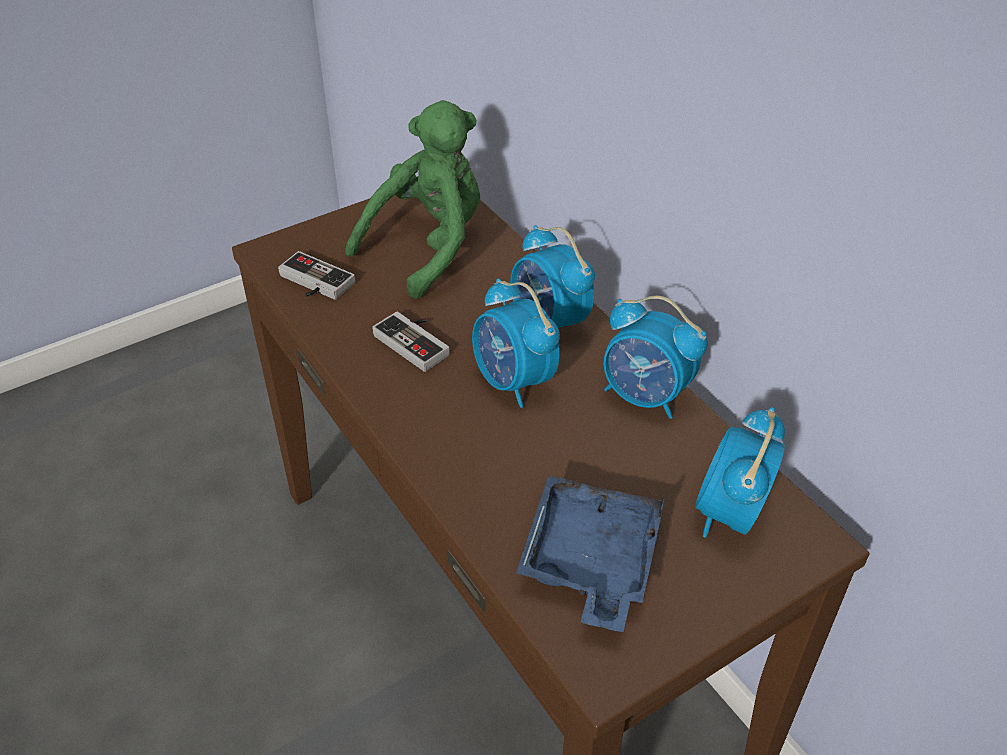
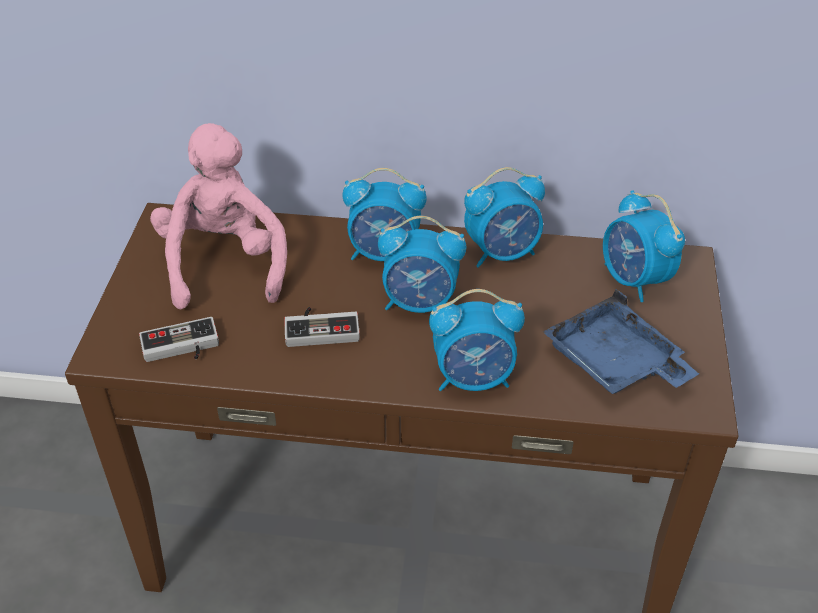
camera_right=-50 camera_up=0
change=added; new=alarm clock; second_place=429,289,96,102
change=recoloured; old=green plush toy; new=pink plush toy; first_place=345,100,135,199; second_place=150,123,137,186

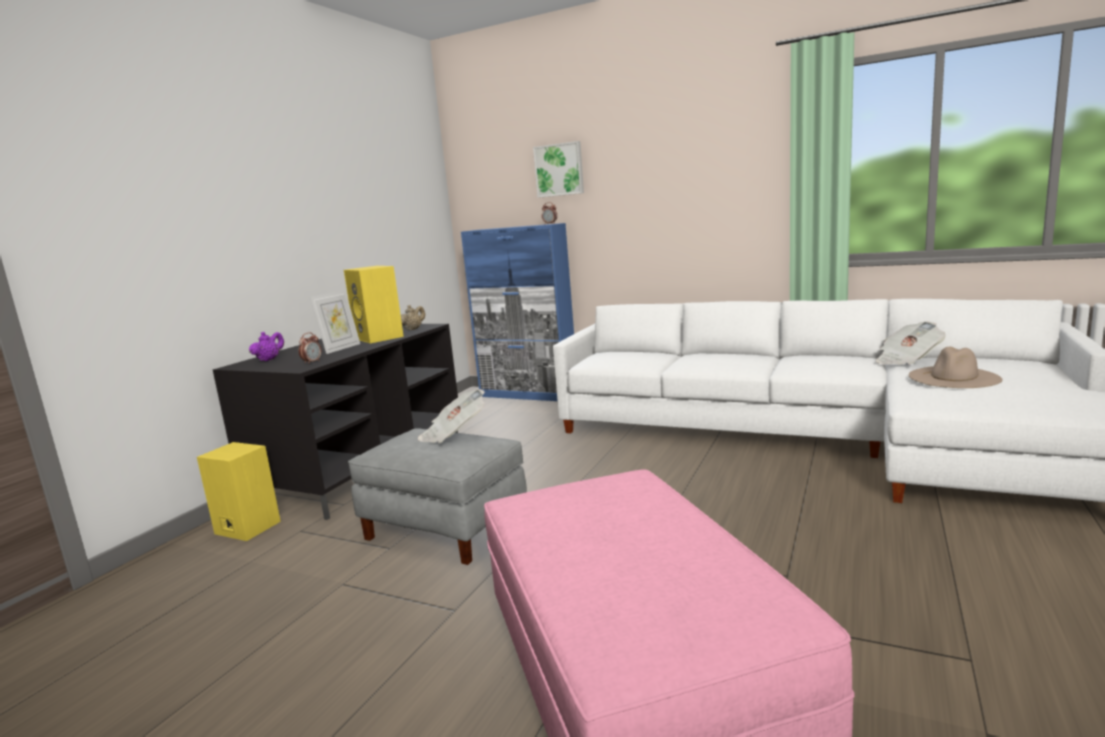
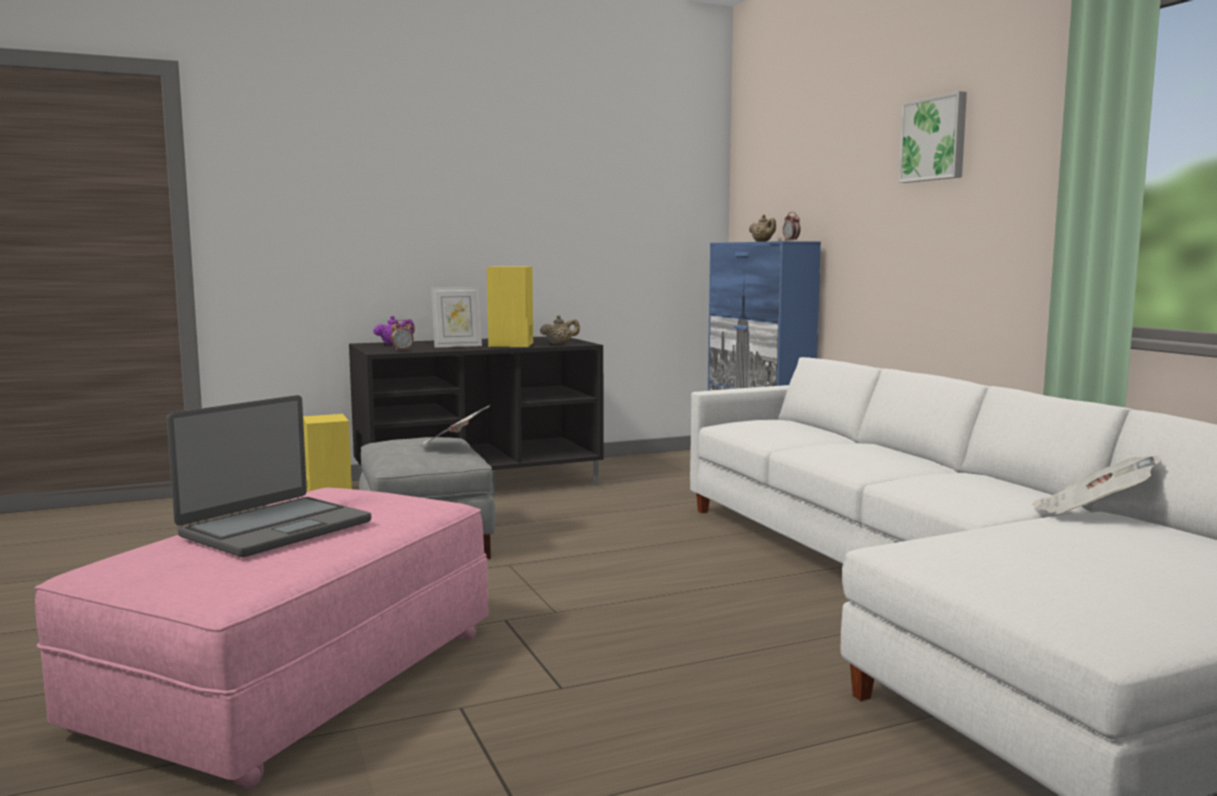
camera_right=40 camera_up=-5
change=removed; old=beige hat; first_place=909,347,94,41
change=added; new=laptop; second_place=167,395,204,162
change=added; new=beige teapot; second_place=749,215,27,27
change=moved; old=picture; first_place=533,141,51,57; second_place=898,91,69,92

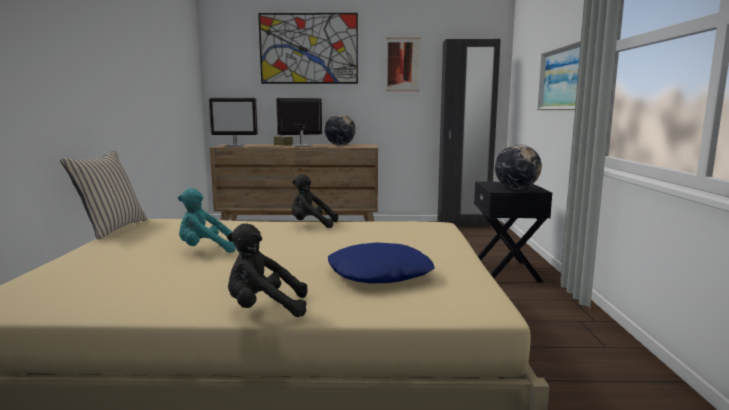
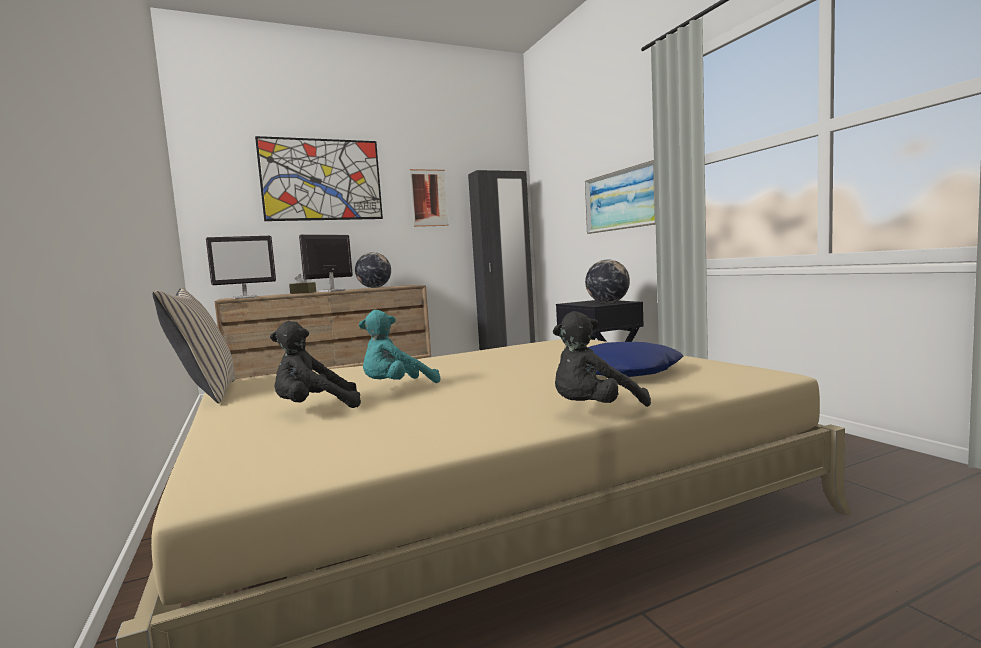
camera_right=-25 camera_up=-5
change=moved; old=black plush toy; first_place=292,174,46,54; second_place=270,321,91,87

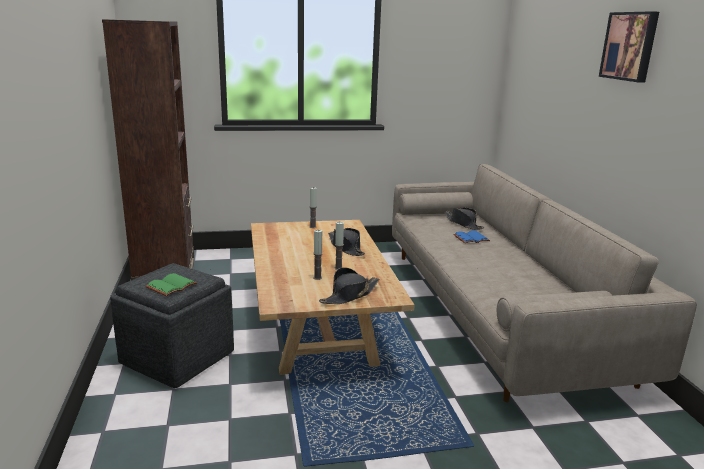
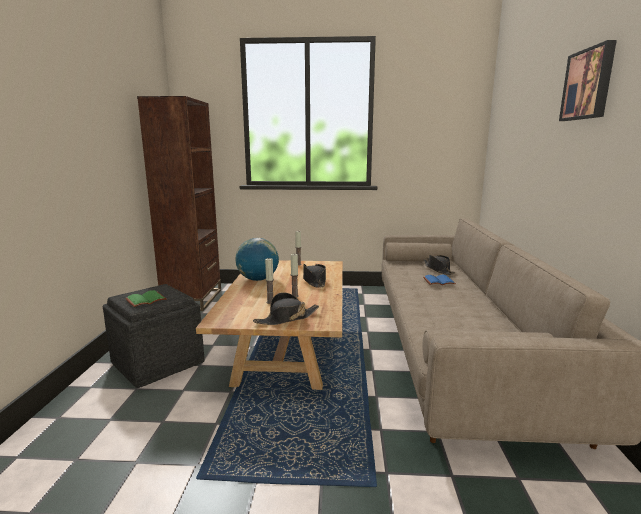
camera_right=15 camera_up=-5
change=added; new=globe; second_place=236,238,43,43

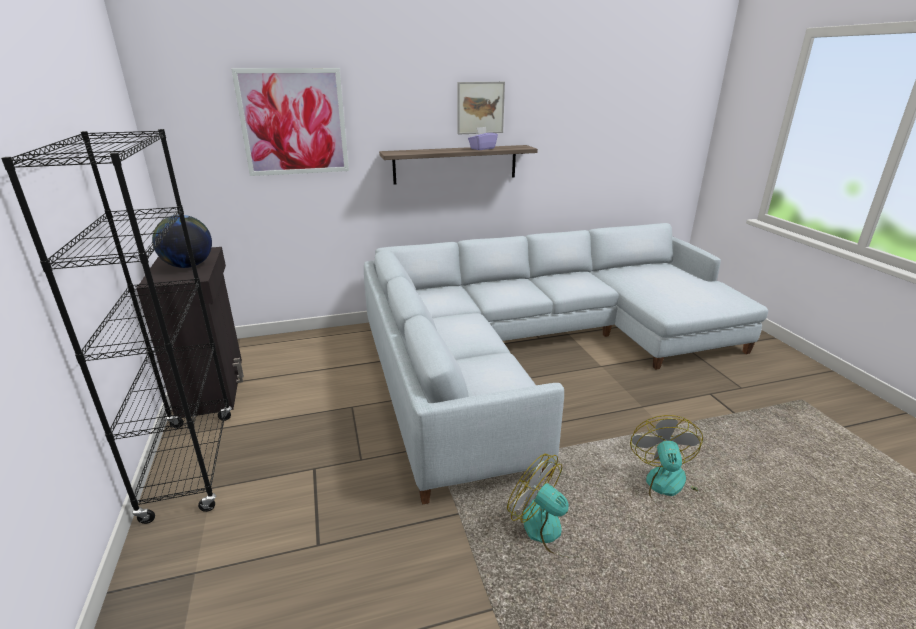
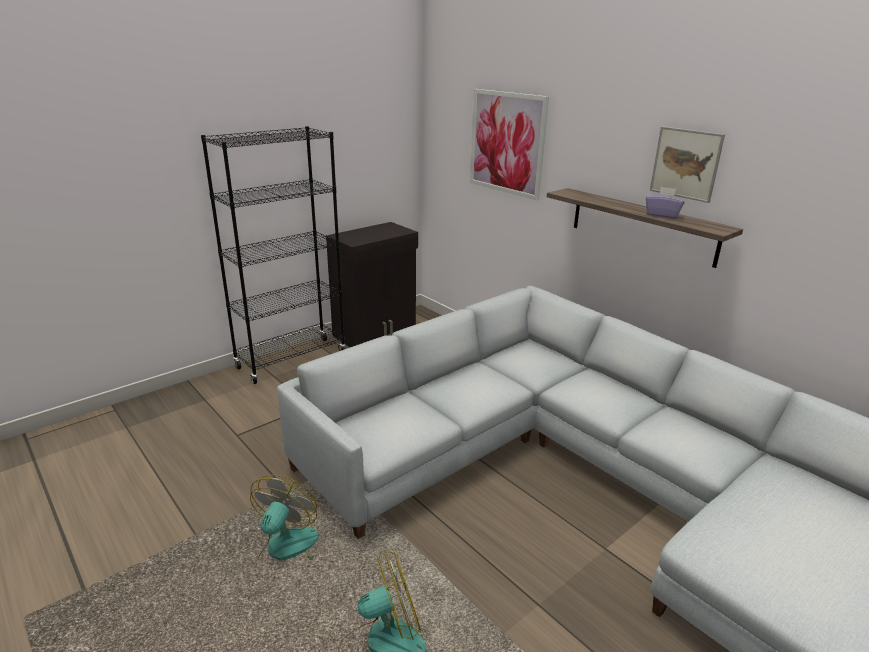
camera_right=65 camera_up=0
change=removed; old=globe; first_place=152,215,60,53

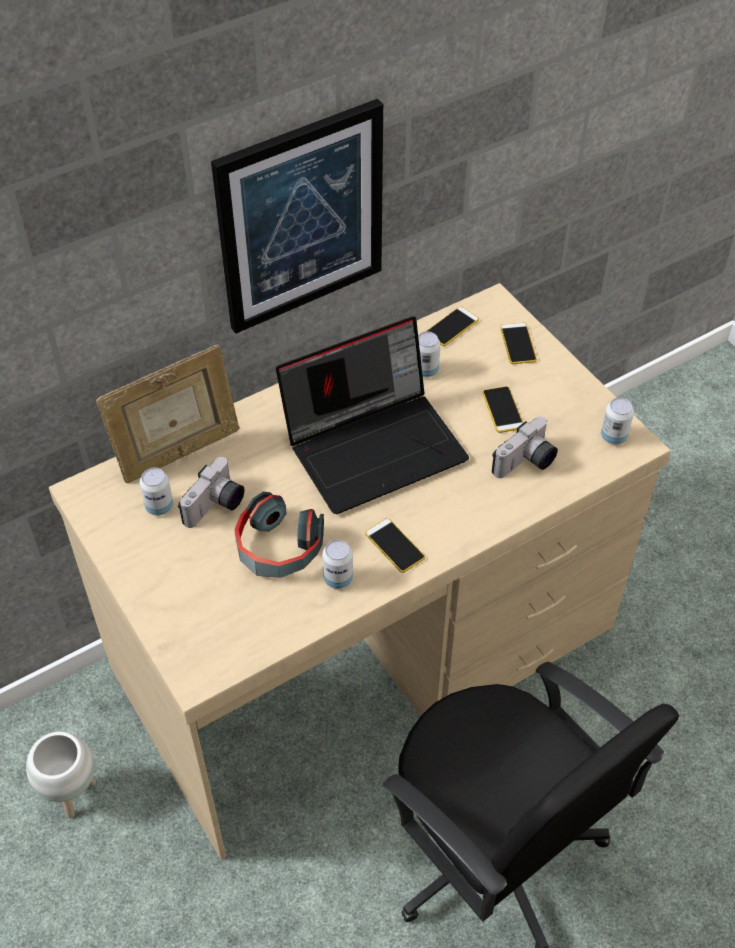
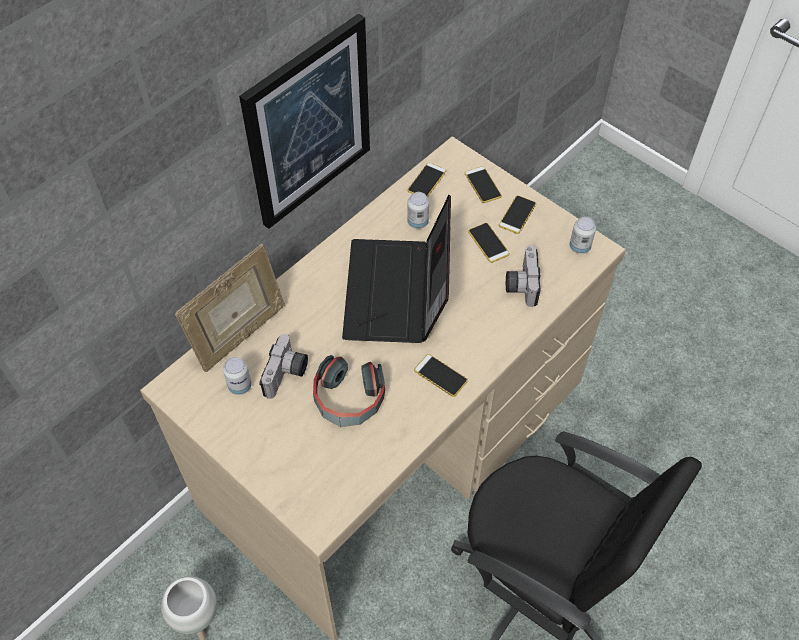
camera_right=-15 camera_up=5
change=removed; old=can; first_place=322,540,31,49
change=added; new=phone; second_place=499,195,37,39
change=turned; old=laptop; first_place=276,317,193,197; second_place=342,195,109,148; degrees=135
change=turned; old=photo camera; first_place=492,417,66,61; second_place=506,245,35,62; degrees=150

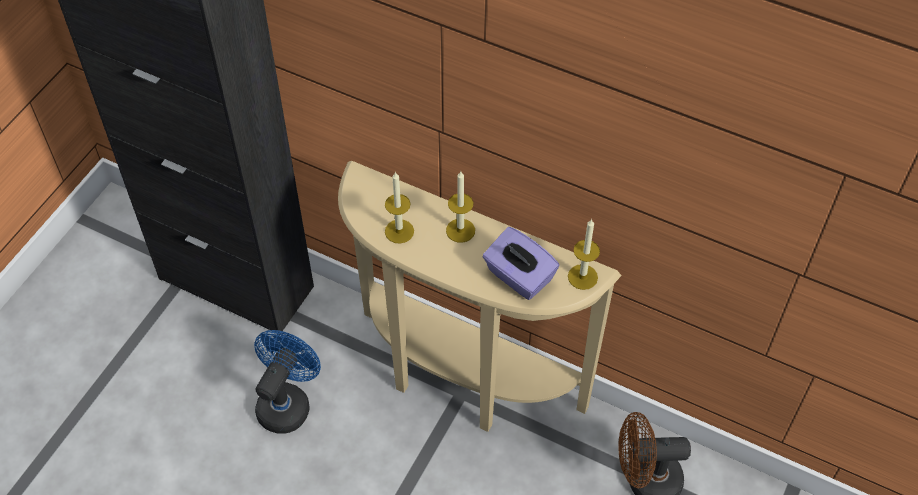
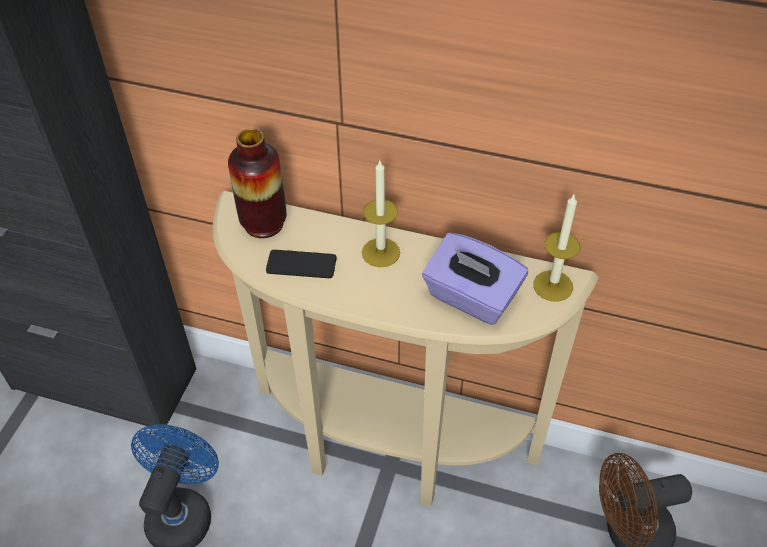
camera_right=-10 camera_up=-5
change=added; new=vase; second_place=228,129,58,109
change=replaced; old=candle; new=phone; first_place=385,171,29,73; second_place=266,250,70,28

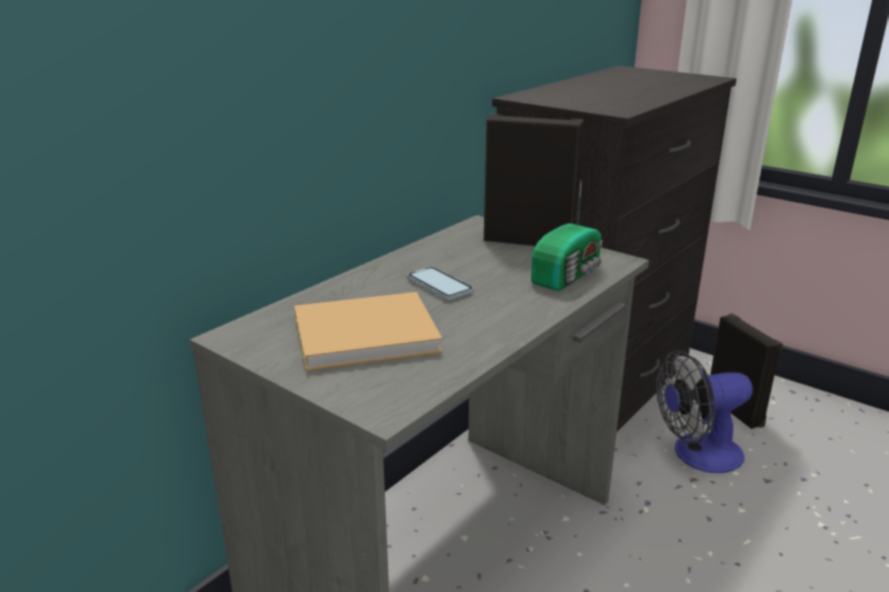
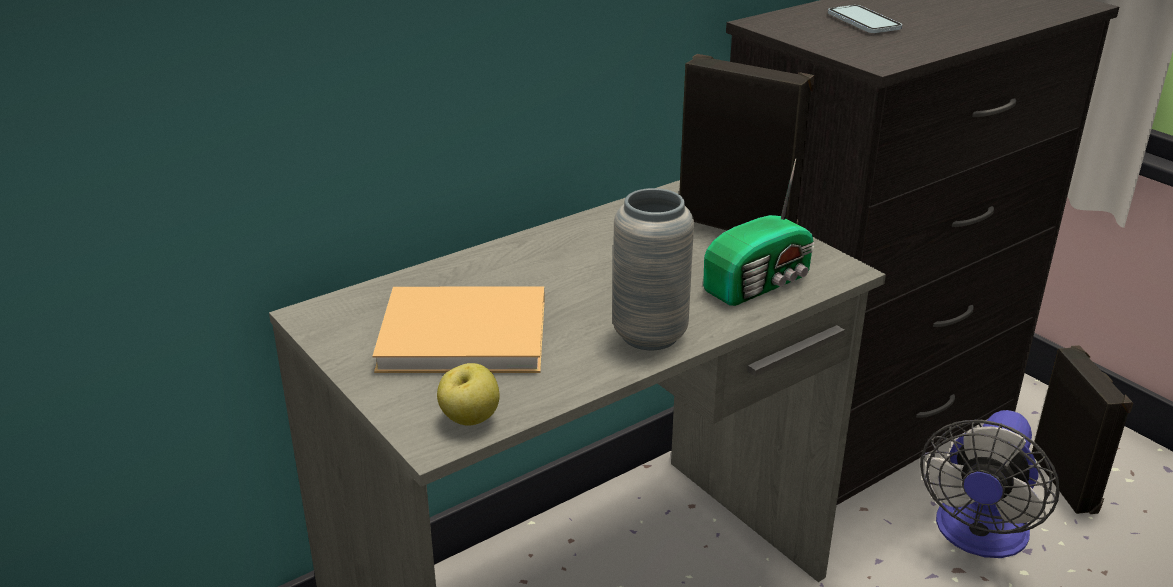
camera_right=15 camera_up=5
change=added; new=apple; second_place=437,363,63,63
change=added; new=grey vase; second_place=612,188,82,162
change=moved; old=phone; first_place=407,267,67,33; second_place=828,5,74,28
change=turned; old=fan; first_place=656,350,97,123; second_place=920,410,139,148; degrees=-60

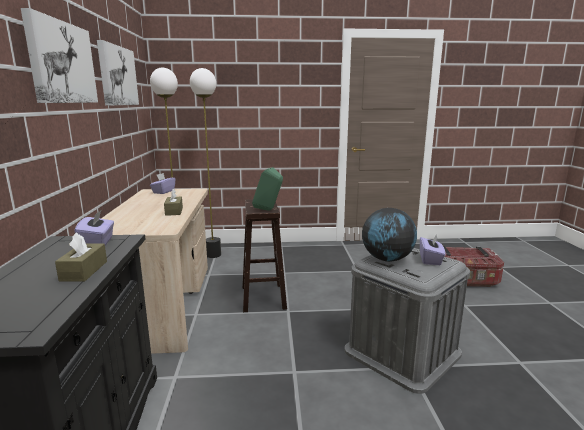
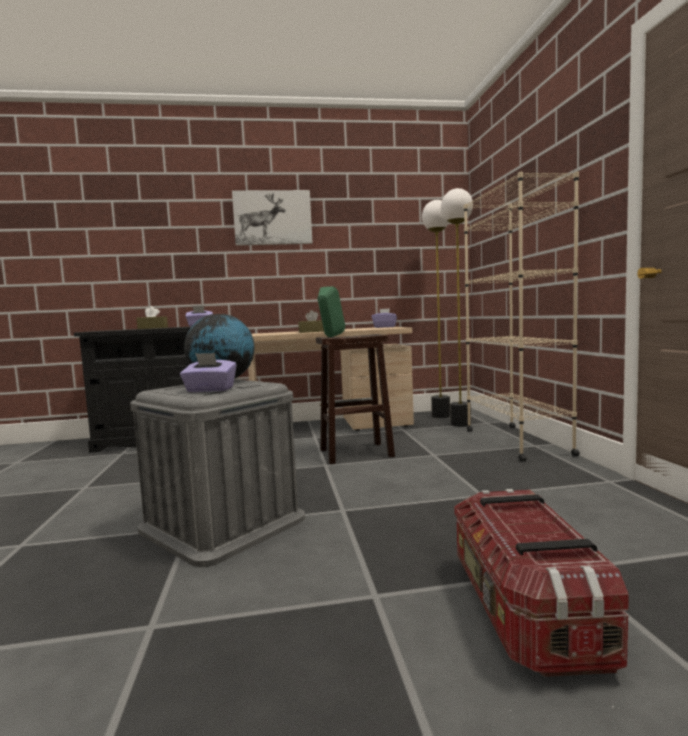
camera_right=85 camera_up=-10
change=removed; old=picture; first_place=97,40,42,66
change=added; new=beige bookcase; second_place=464,172,116,290

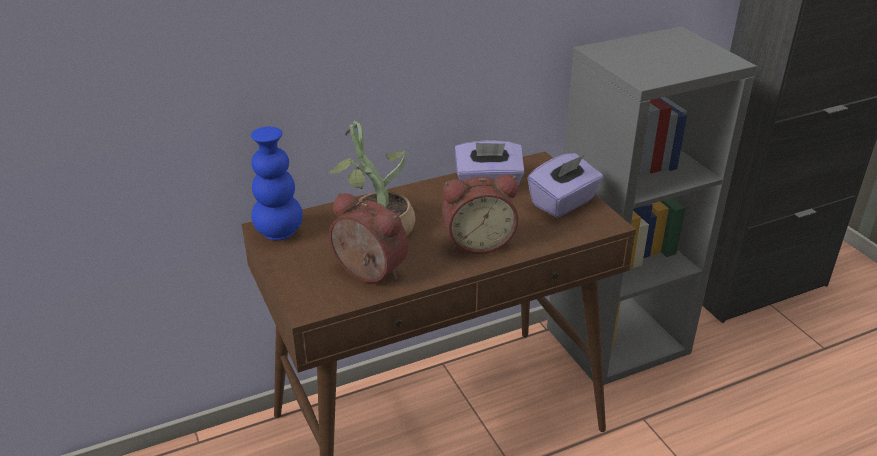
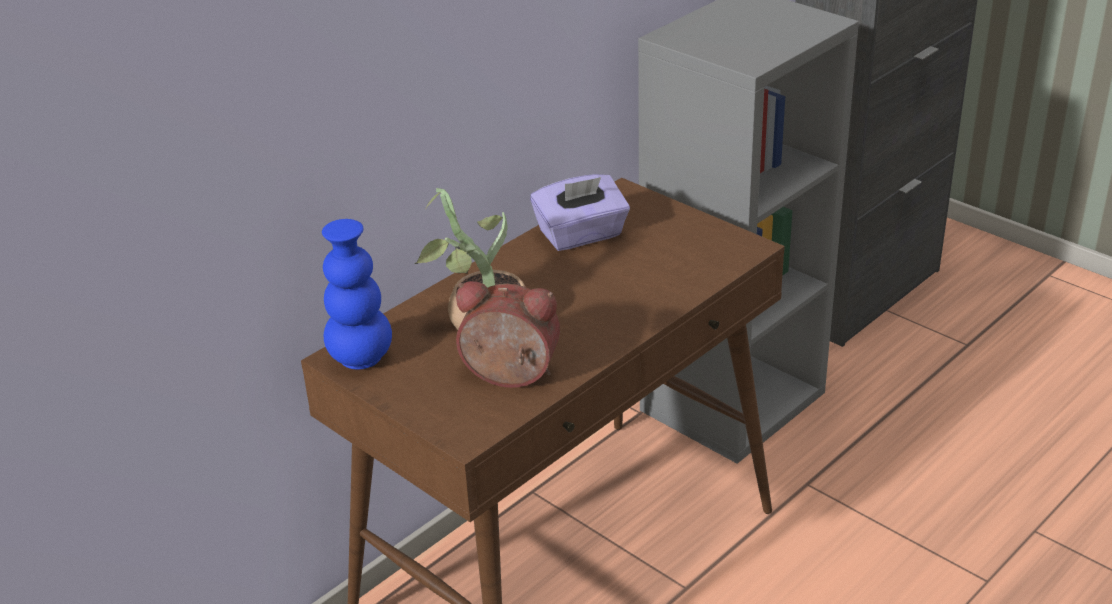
camera_right=-20 camera_up=0
change=removed; old=alarm clock; first_place=442,175,76,79
change=removed; old=purple tissue box; first_place=528,153,75,65

